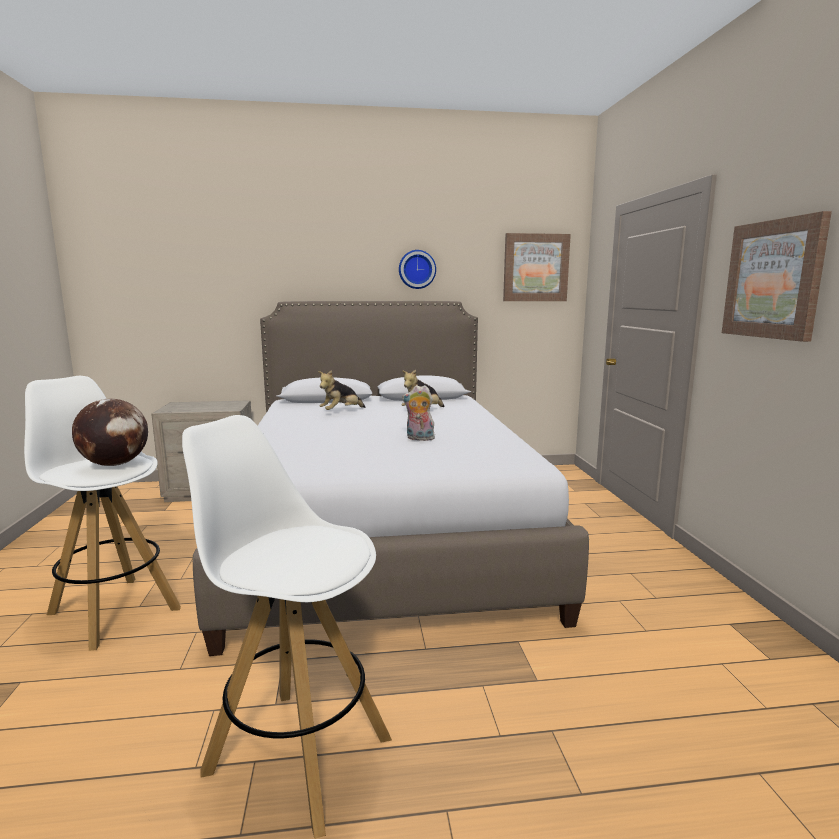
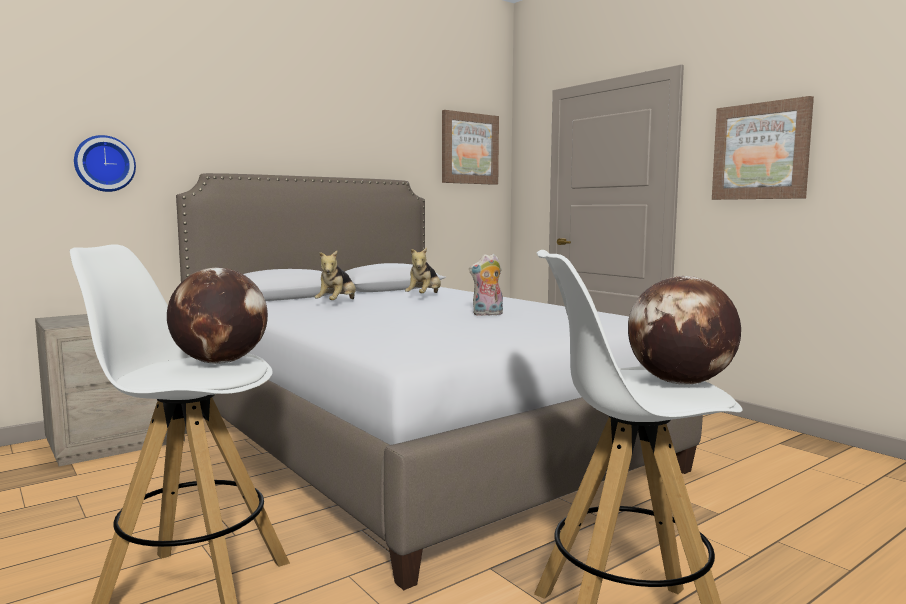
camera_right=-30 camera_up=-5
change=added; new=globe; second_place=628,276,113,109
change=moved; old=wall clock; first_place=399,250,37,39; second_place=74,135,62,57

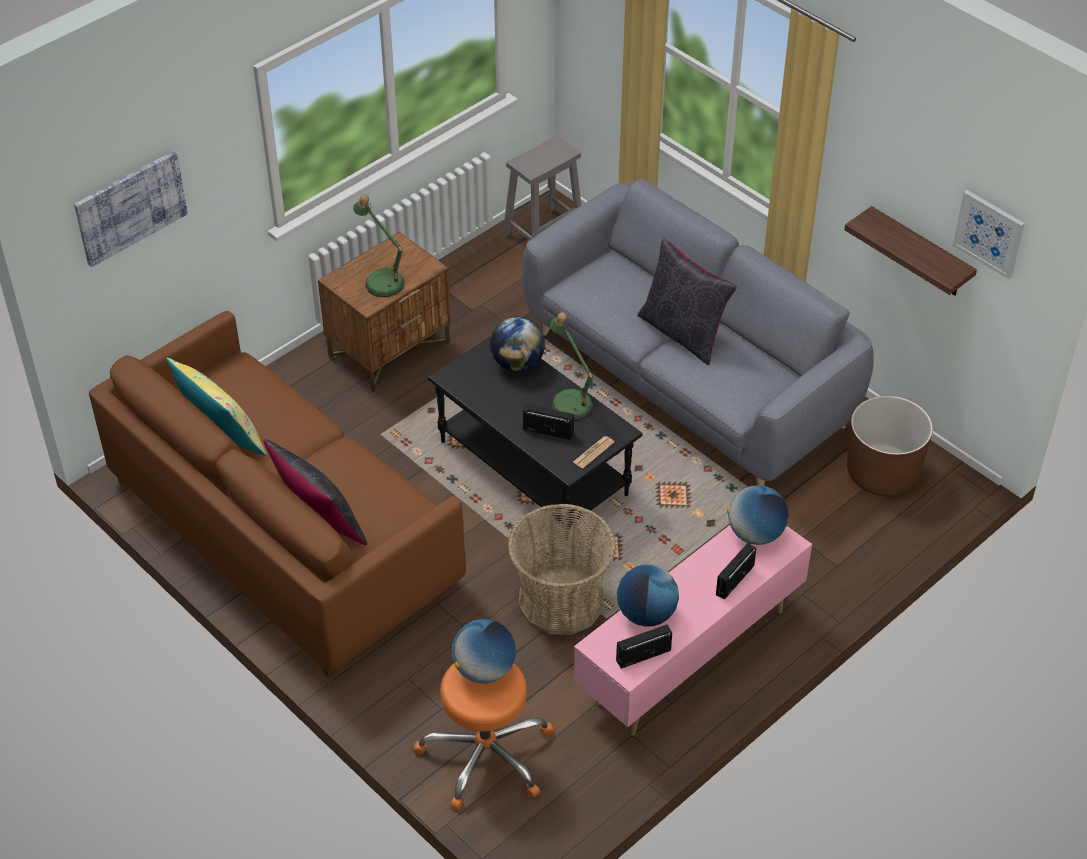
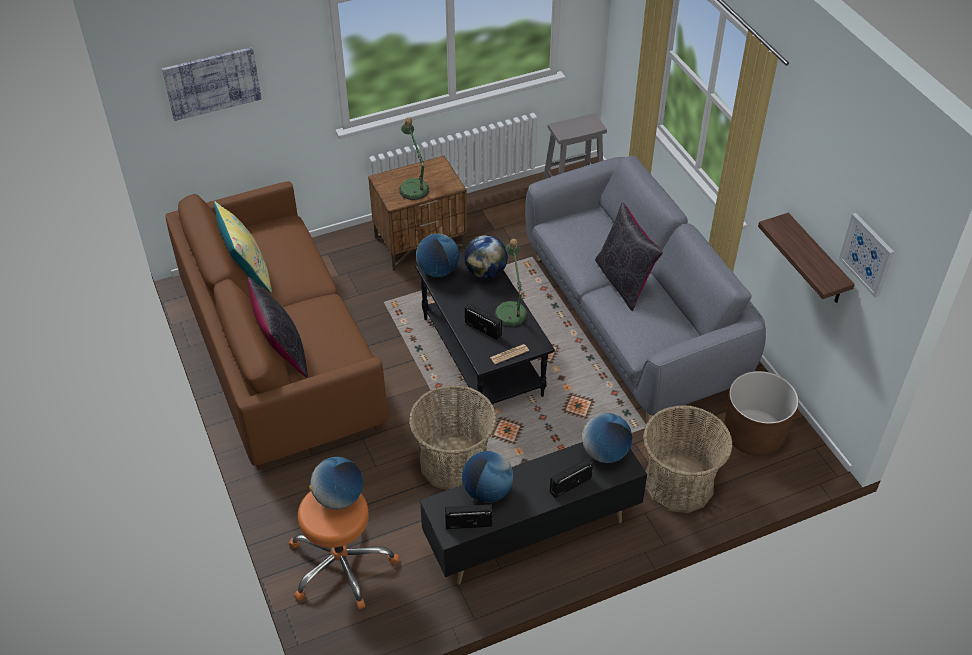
camera_right=20 camera_up=0
change=added; new=globe; second_place=416,234,44,43
change=added; new=basket; second_place=643,405,90,108
change=recoloured; old=pink tv stand; new=black tv stand; first_place=574,525,238,210; second_place=419,442,228,143

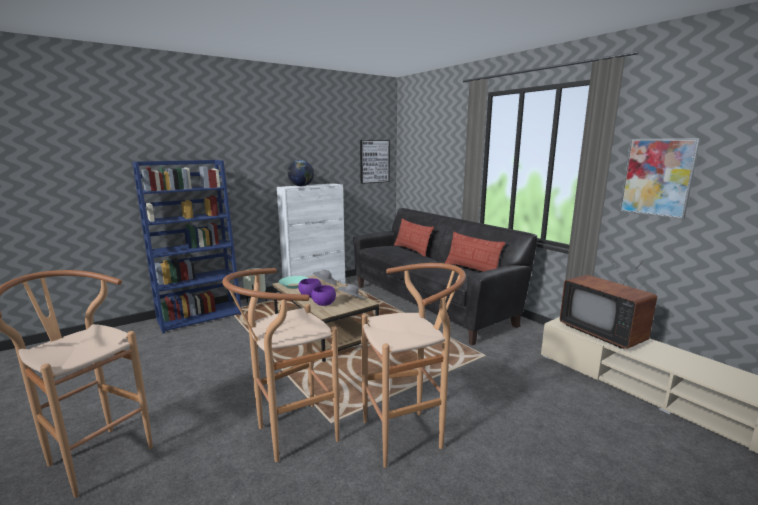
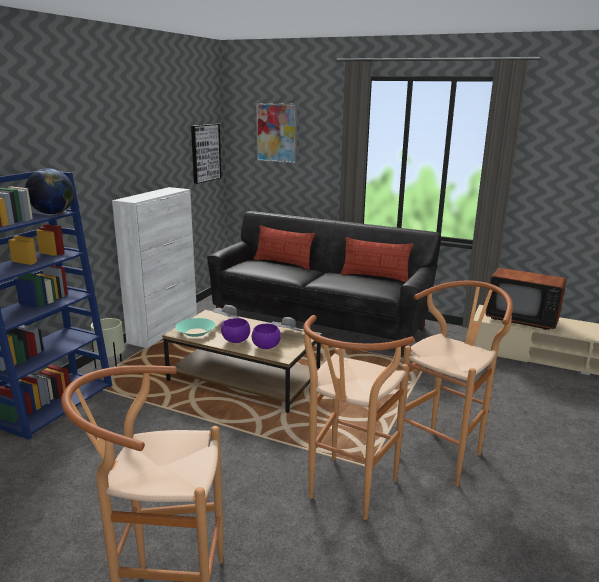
camera_right=-30 camera_up=5
change=moved; old=globe; first_place=288,160,26,26; second_place=25,168,49,46
change=moved; old=picture; first_place=620,138,81,81; second_place=256,103,41,60

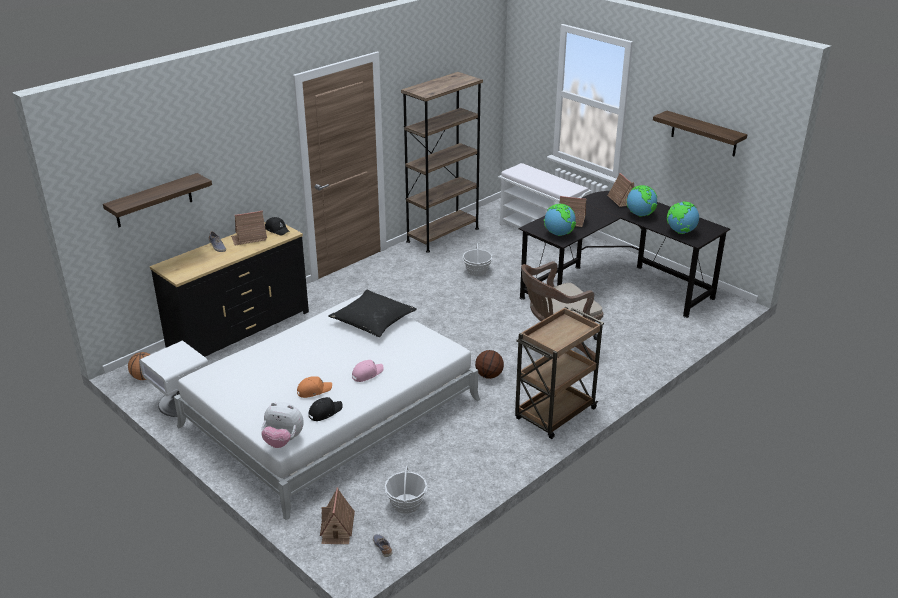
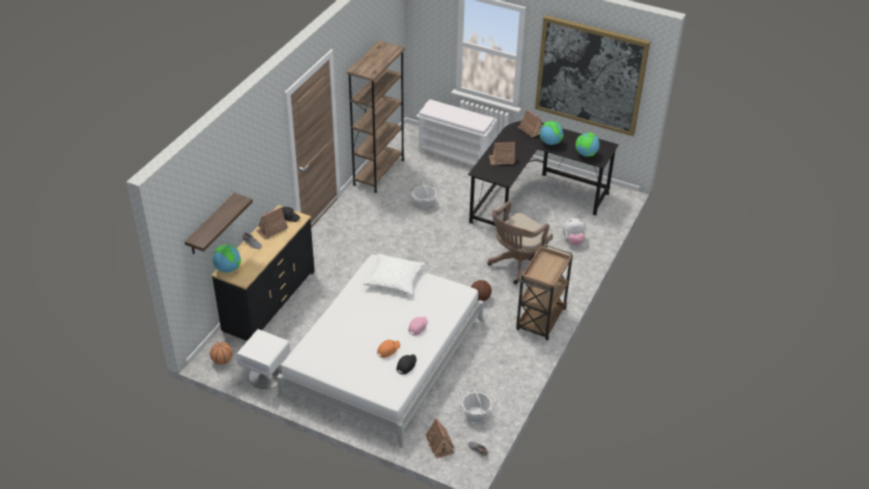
camera_right=-20 camera_up=10
change=moved; old=plush toy; first_place=261,402,43,46; second_place=562,218,24,27
change=moved; old=globe; first_place=544,204,32,32; second_place=212,245,29,28
change=replaced; old=shelf; new=picture; first_place=653,111,94,45; second_place=535,15,116,121
change=recoloured; old=black pillow; new=white pillow; first_place=328,290,89,47; second_place=363,253,62,42

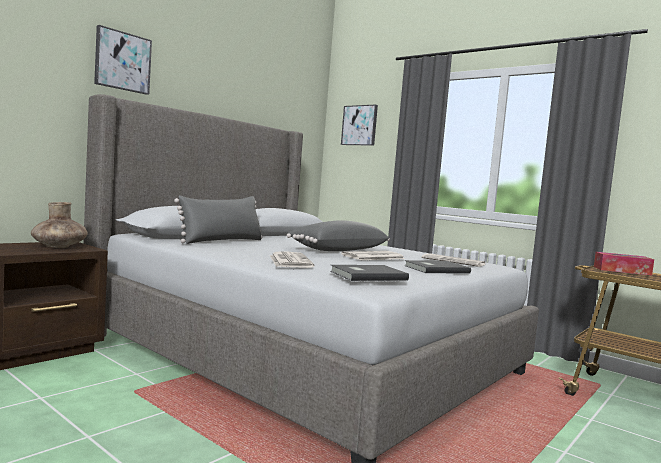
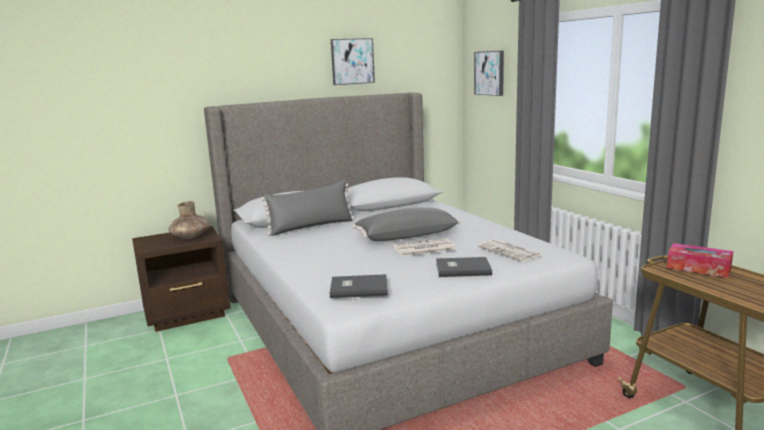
camera_right=25 camera_up=10
change=removed; old=newspaper; first_place=269,251,46,17
change=moved; old=picture; first_place=94,25,58,70; second_place=331,38,44,47

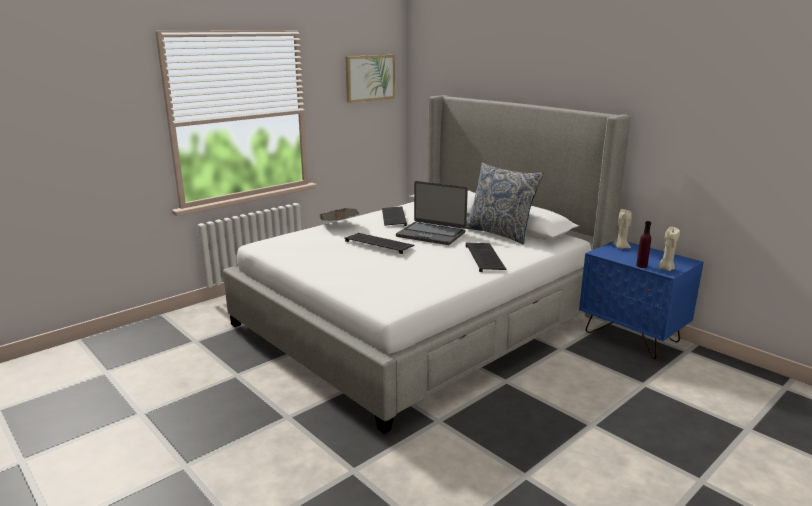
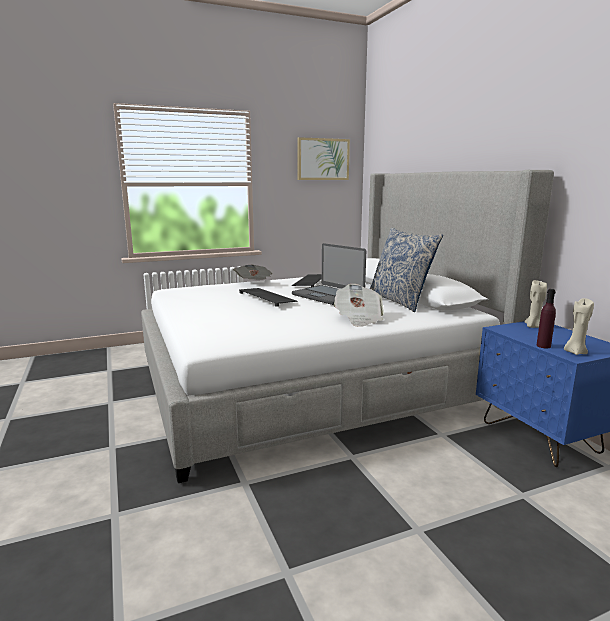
camera_right=20 camera_up=-5
change=replaced; old=keyboard; new=newspaper; first_place=466,242,41,30; second_place=334,284,50,43

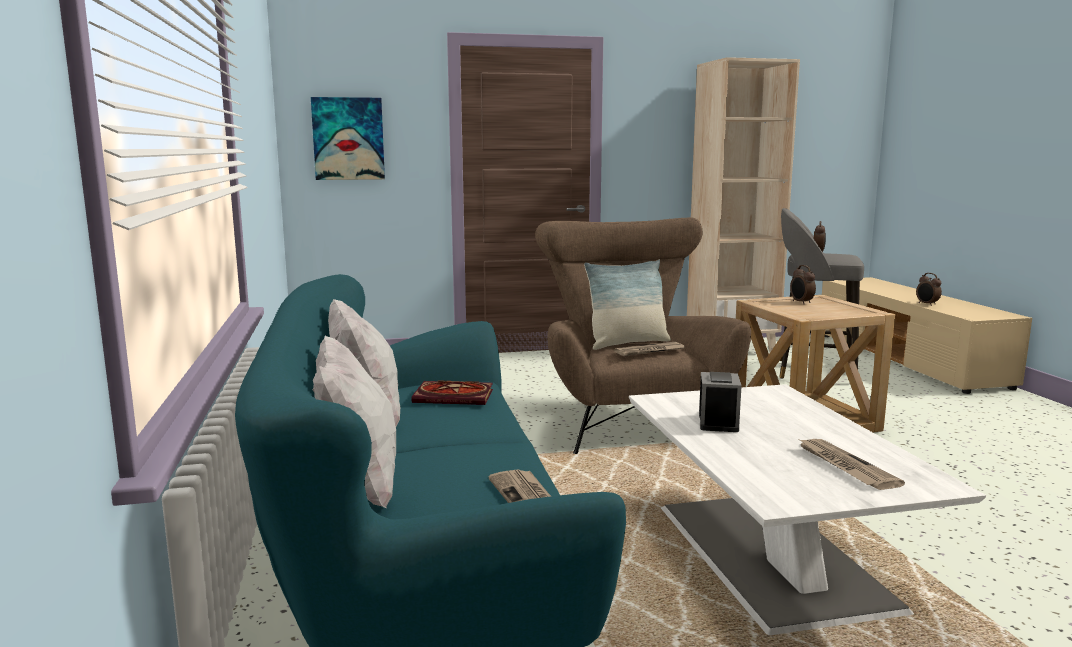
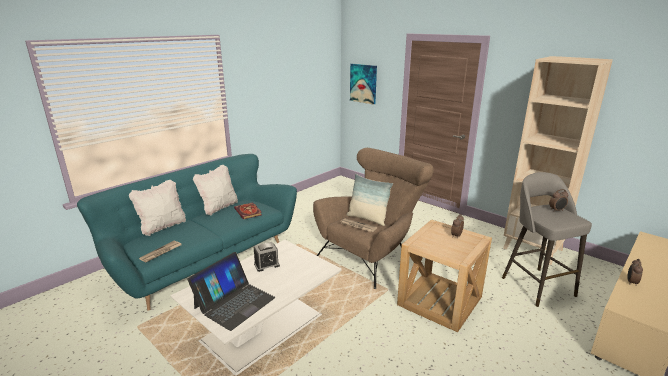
camera_right=55 camera_up=10
change=replaced; old=newspaper; new=laptop; first_place=797,438,108,52; second_place=187,252,88,79

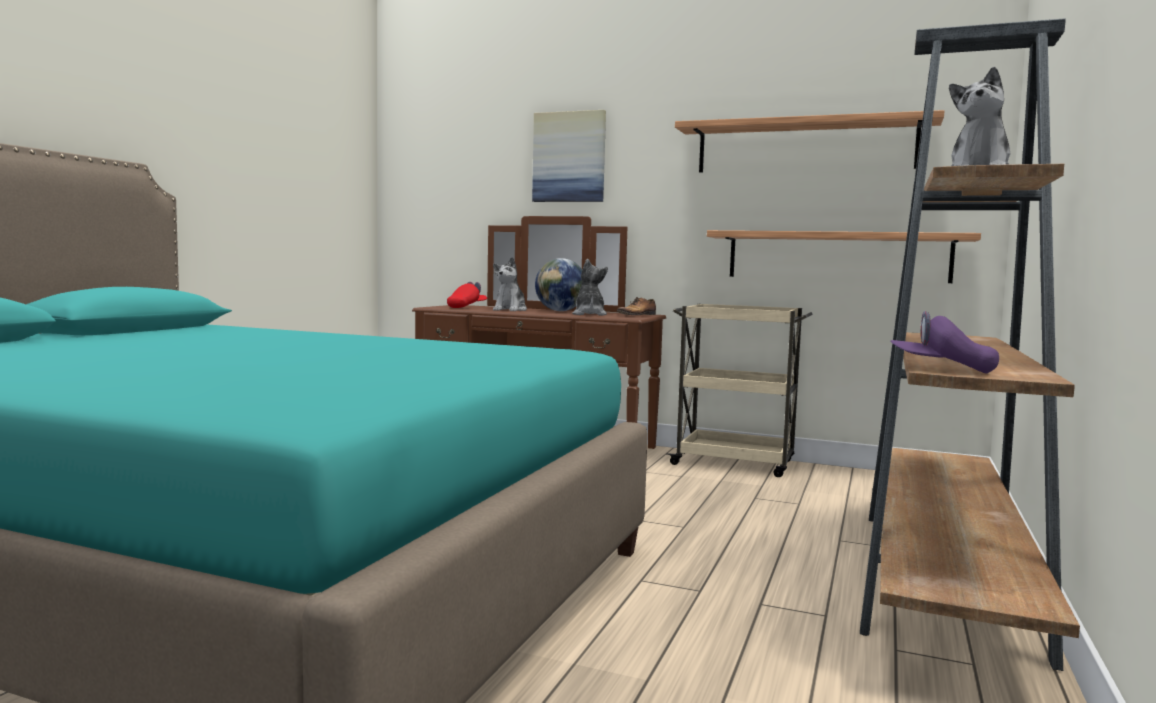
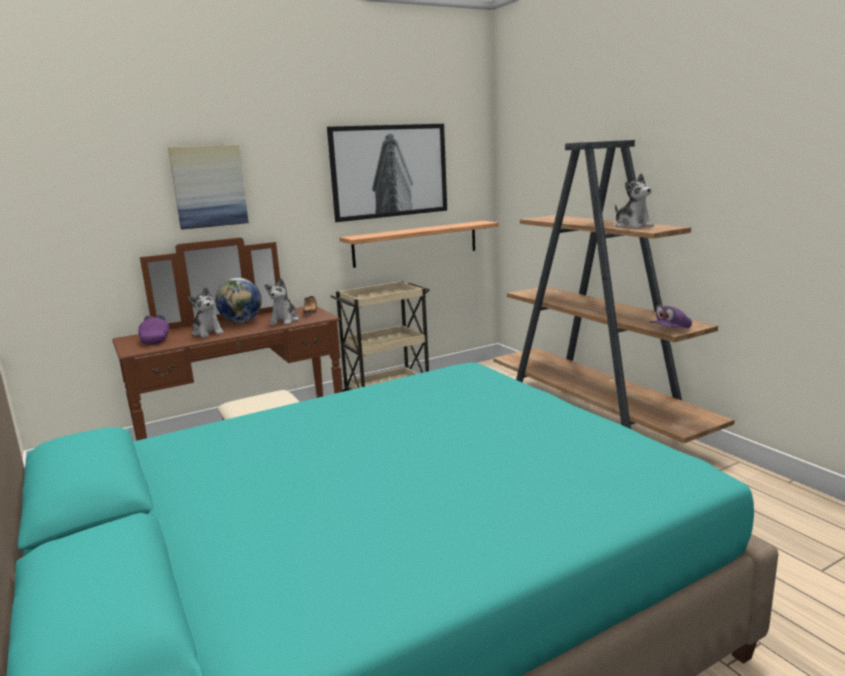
camera_right=-50 camera_up=10
change=replaced; old=shelf; new=picture; first_place=675,110,269,62; second_place=327,124,120,98
change=recoloured; old=red cap; new=purple cap; first_place=447,282,40,26; second_place=138,314,31,31
change=turned; old=plush toy; first_place=572,259,36,57; second_place=265,278,34,47; degrees=-120

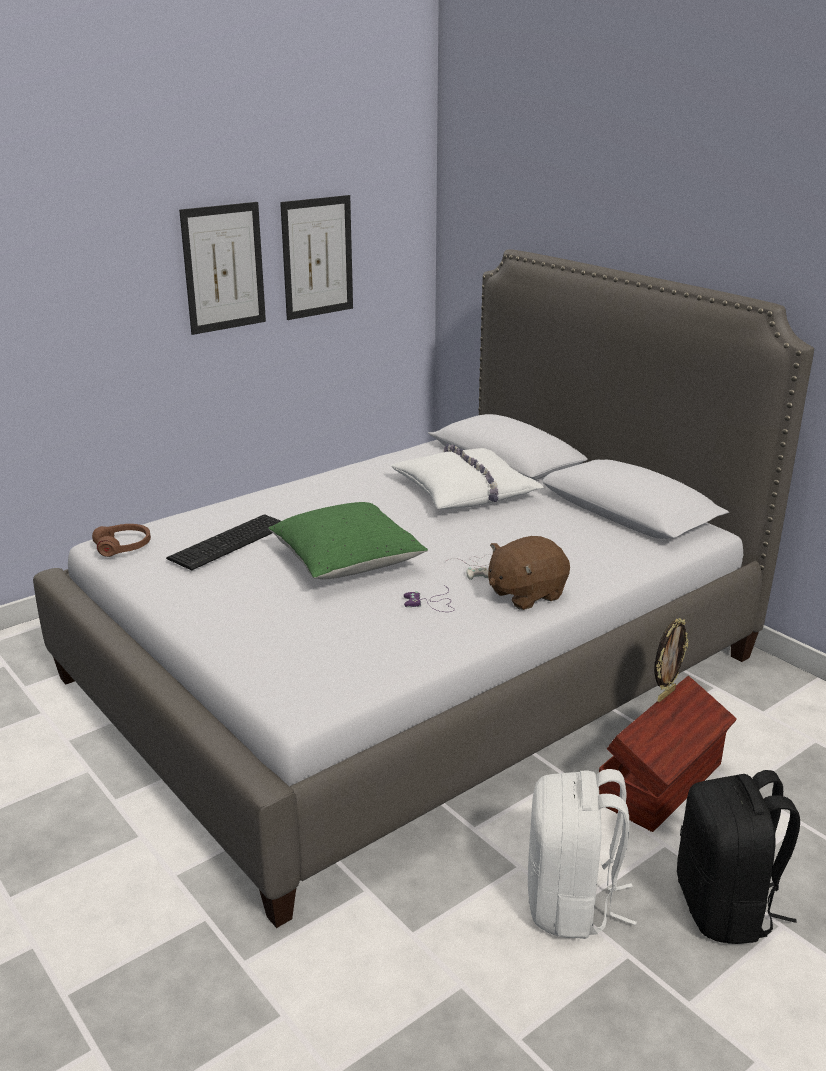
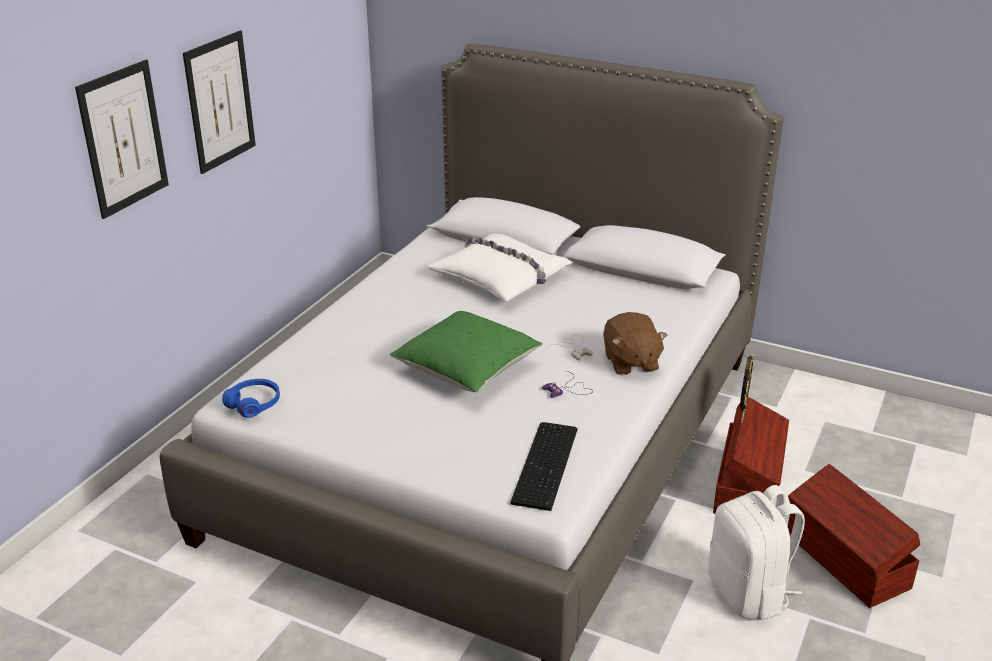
camera_right=-25 camera_up=5
change=moved; old=keyboard; first_place=166,515,115,55; second_place=510,422,68,89
change=moved; old=picture; first_place=280,195,73,125; second_place=75,60,94,159
change=replaced; old=black backpack; new=brown storage box; first_place=677,770,123,174; second_place=788,464,132,144
change=recoloured; old=brown headphones; new=blue headphones; first_place=92,524,59,33; second_place=222,379,58,39
change=turned; old=brown plush toy; first_place=488,536,82,74; second_place=603,312,65,63; degrees=-45

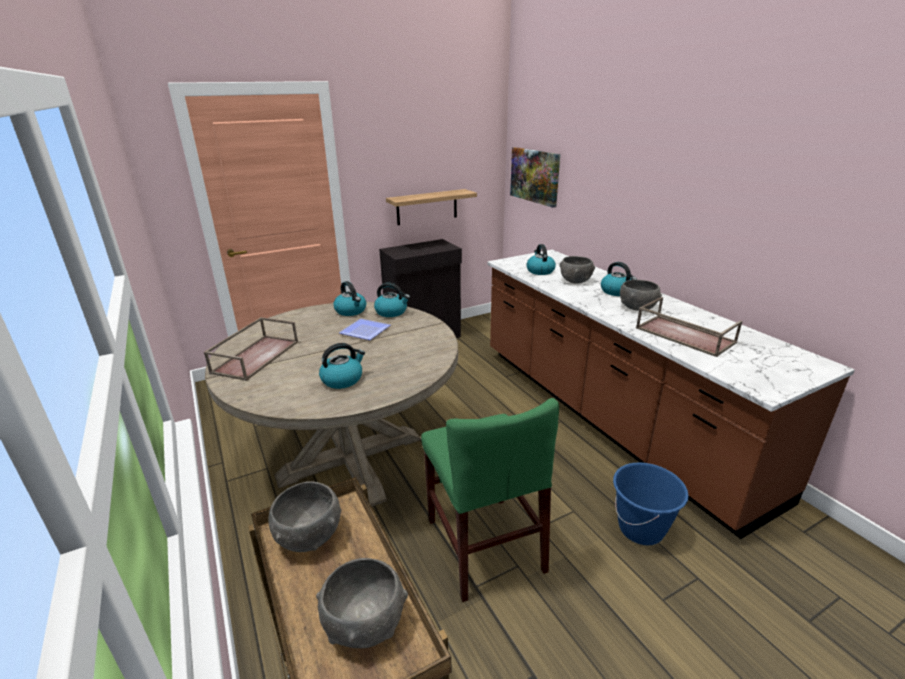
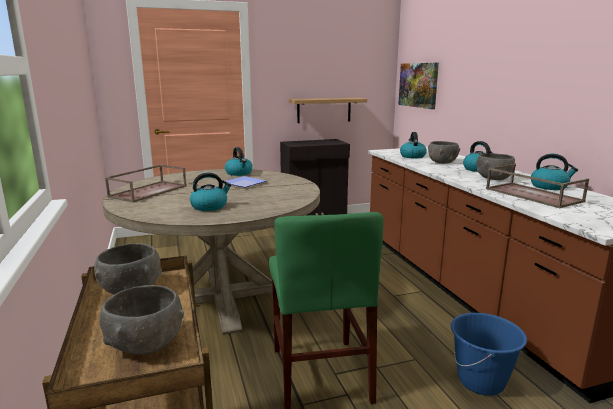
camera_right=10 camera_up=-10
change=moved; old=kettle; first_place=374,283,36,34; second_place=531,154,47,36

